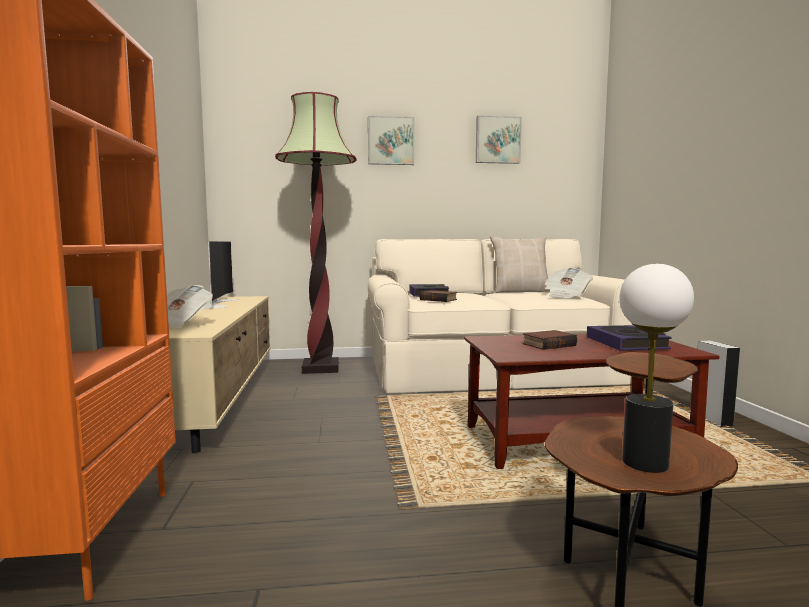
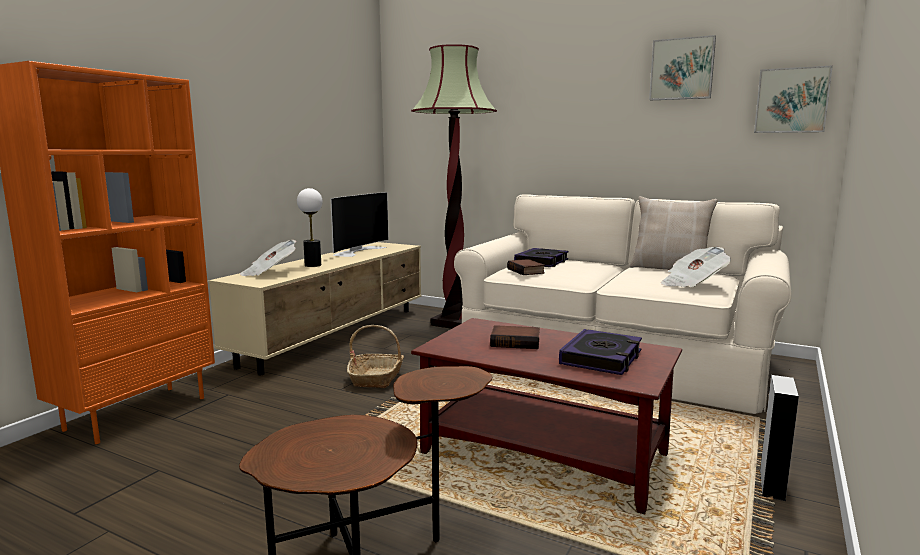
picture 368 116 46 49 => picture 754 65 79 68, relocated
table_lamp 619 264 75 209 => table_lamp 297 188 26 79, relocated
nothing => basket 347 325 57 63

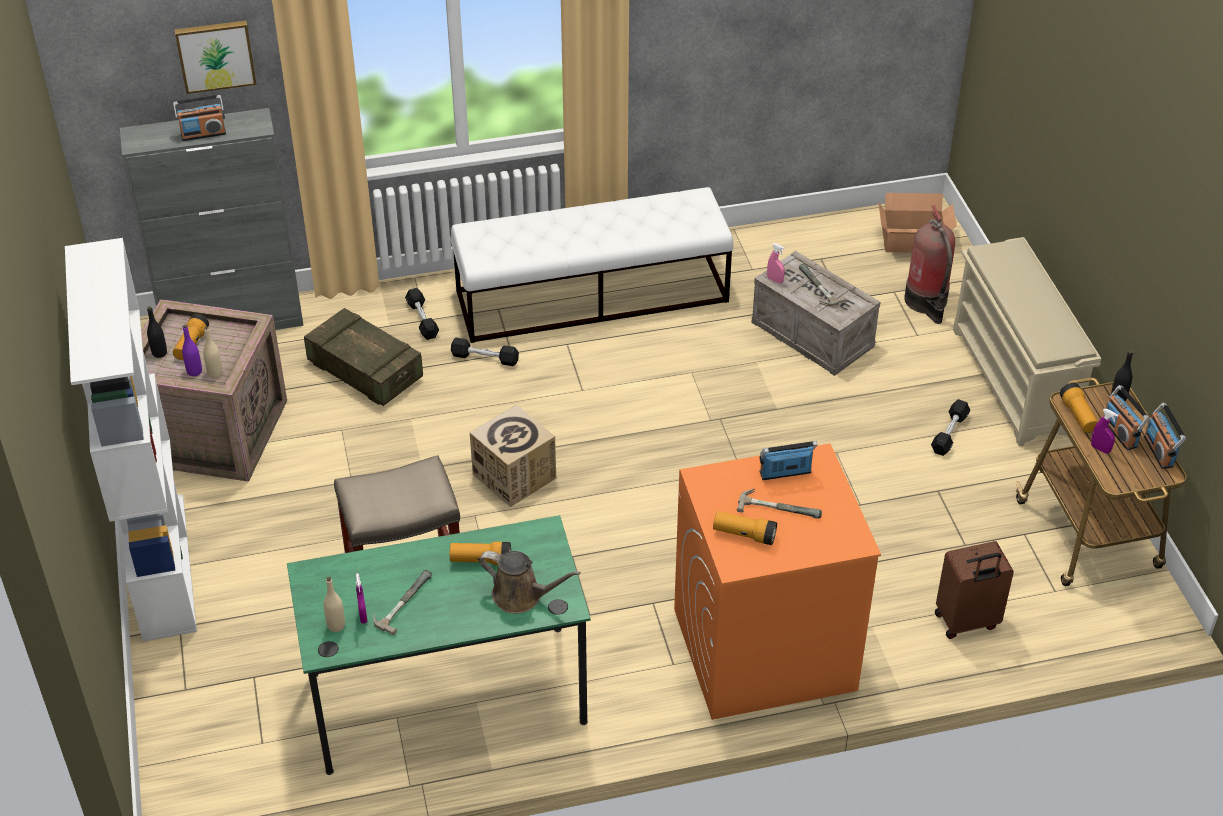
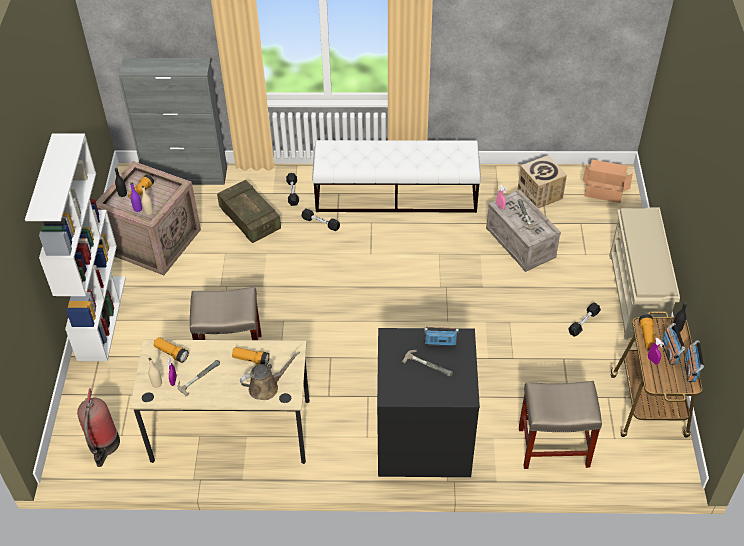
radio 173 95 53 46 => nothing
picture 175 21 82 73 => nothing
green_desk 287 515 304 260 => beige_desk 130 340 180 124
cardboard_box 470 405 86 102 => cardboard_box 518 155 49 54, relocated
brown_watering_can 479 551 102 63 => brown_watering_can 240 352 60 48, 60 degrees counterclockwise
orange_washing_machine 674 443 207 277 => black_washing_machine 377 328 103 149
flashlight 713 511 64 34 => flashlight 153 337 36 26, relocated
fire_extinguisher 904 205 51 119 => fire_extinguisher 77 388 43 79, relocated
brown_suitcase 935 541 79 98 => beige_stool 519 381 83 88

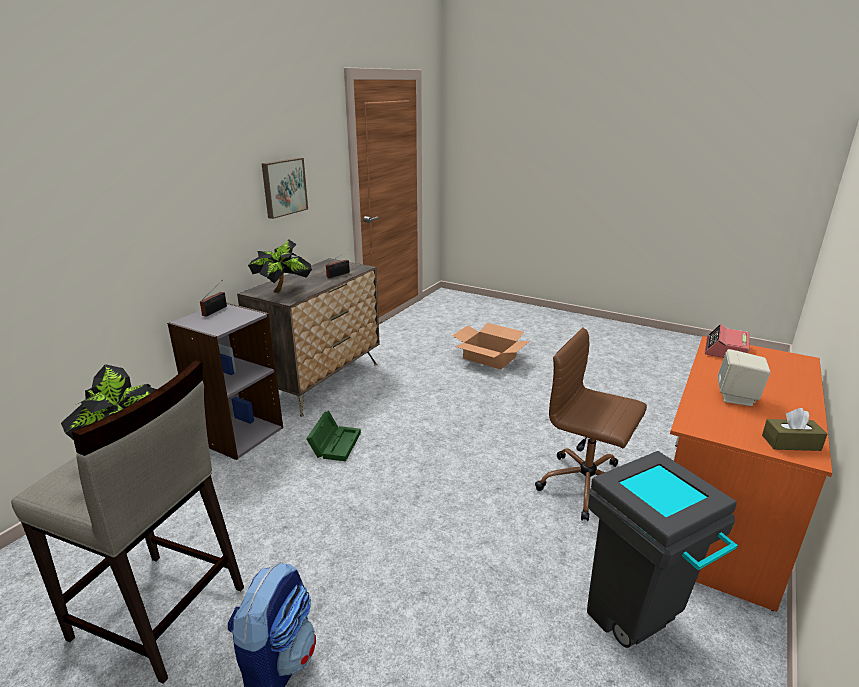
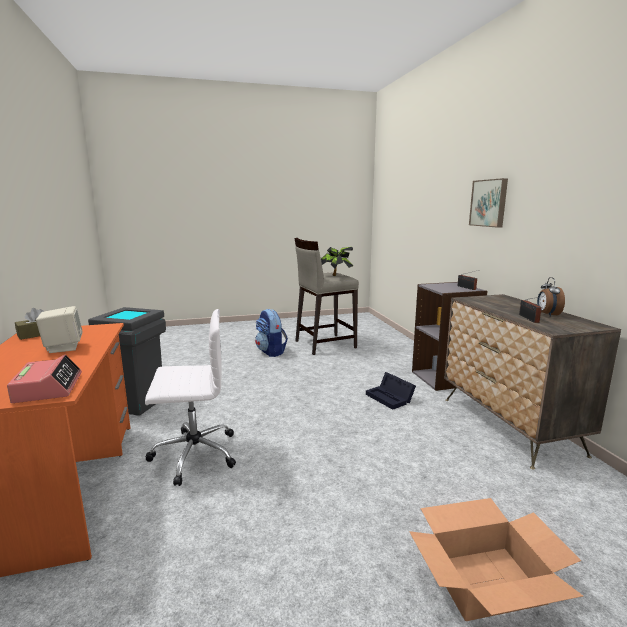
potted_plant 248 240 64 53 => nothing
picture 262 158 46 61 => picture 469 178 39 50, relocated
green_storage_box 306 411 55 50 => black_storage_box 366 372 50 38
brown_office_chair 535 328 112 193 => white_office_chair 145 309 91 177
nothing => alarm_clock 537 277 28 40

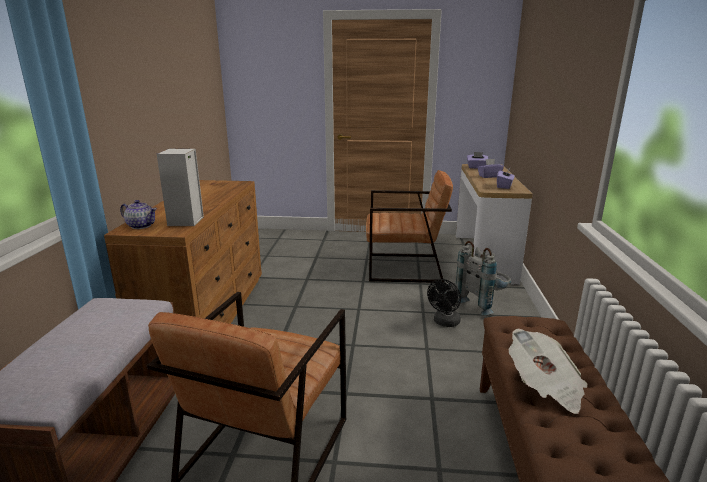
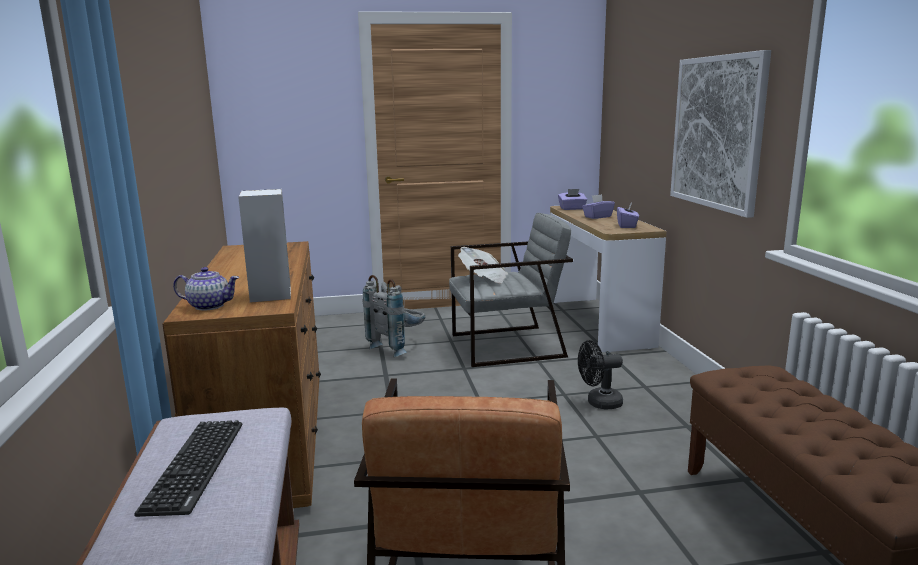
brown_armchair 366 170 87 113 => grey_armchair 449 213 124 154
black_fan 427 279 34 48 => black_fan 578 340 45 70, 60 degrees clockwise
grey_backpack 456 241 55 75 => grey_backpack 362 275 63 83, relocated
newspaper 508 328 80 86 => newspaper 458 247 50 36, relocated
nothing => keyboard 134 420 108 97
nothing => picture 670 50 101 168

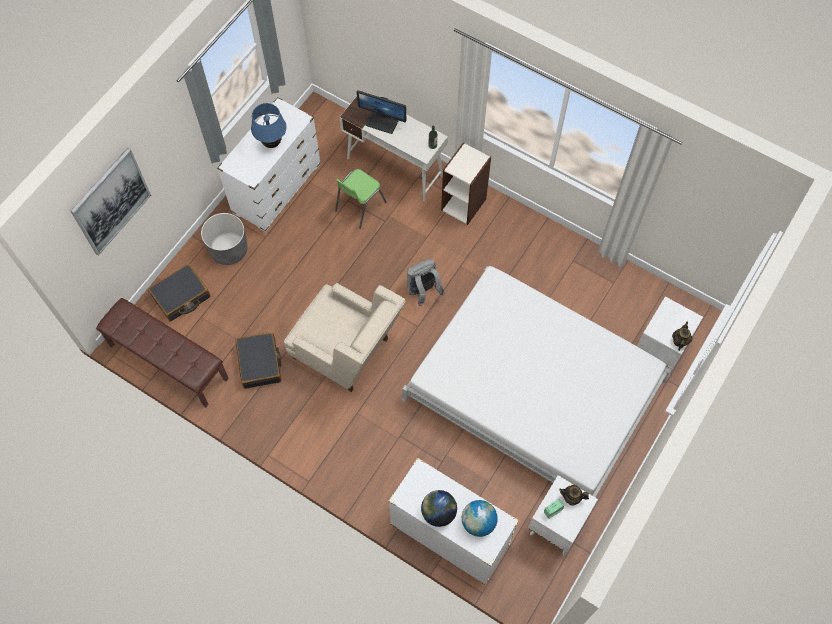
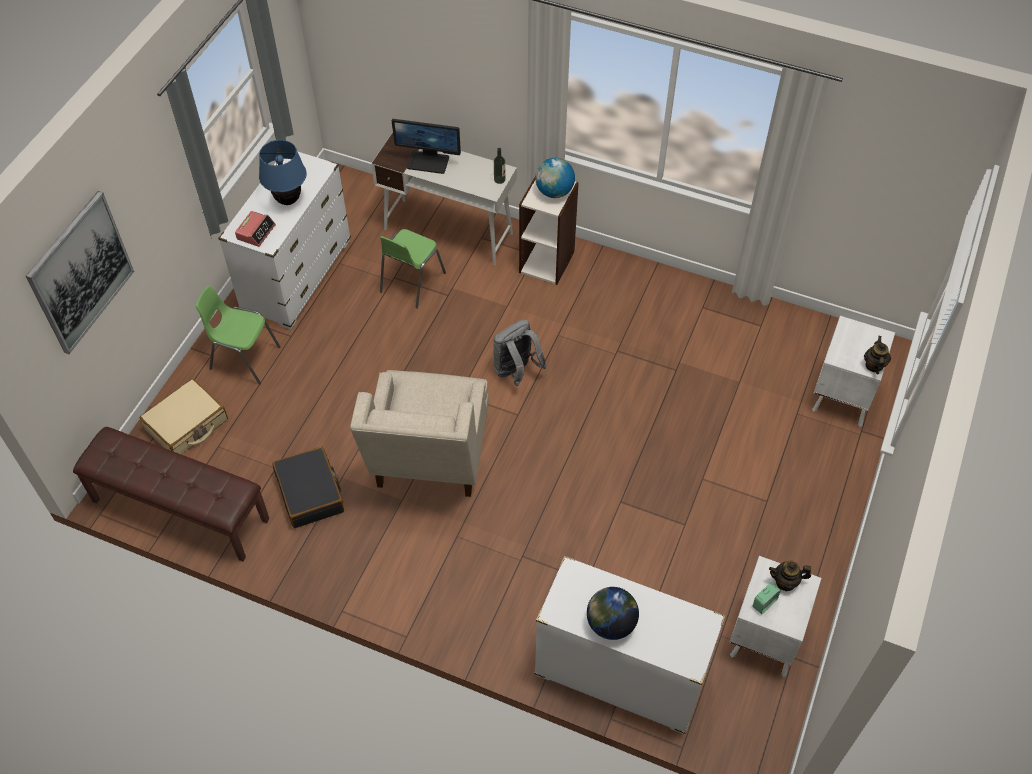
black_suitcase 148 264 63 57 => beige_suitcase 140 379 88 75
grey_planter 201 213 47 52 => green_chair 195 286 86 99
beige_armchair 284 283 122 109 => beige_armchair 350 370 138 127, 75 degrees clockwise
white_bed 401 266 271 247 => nothing
globe 462 500 36 37 => globe 535 158 40 40, relocated
nothing => alarm_clock 235 211 41 36

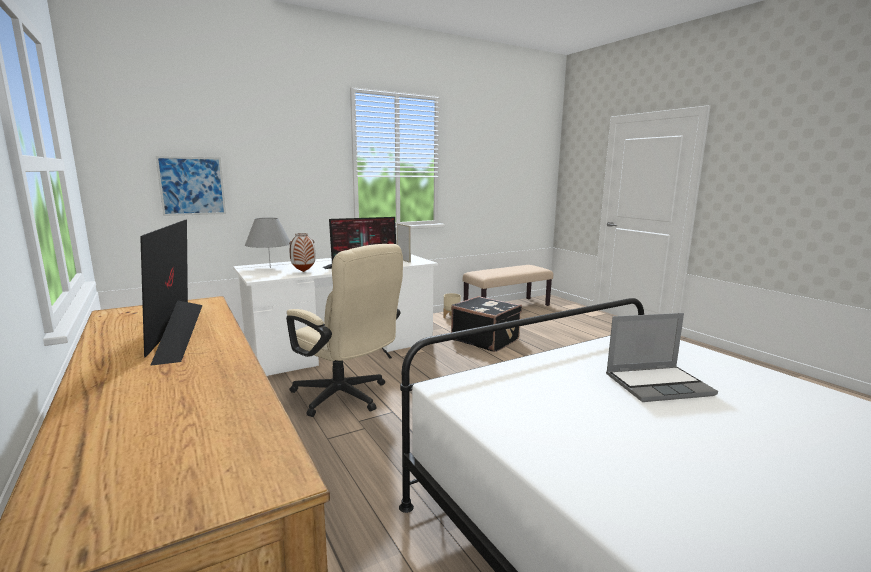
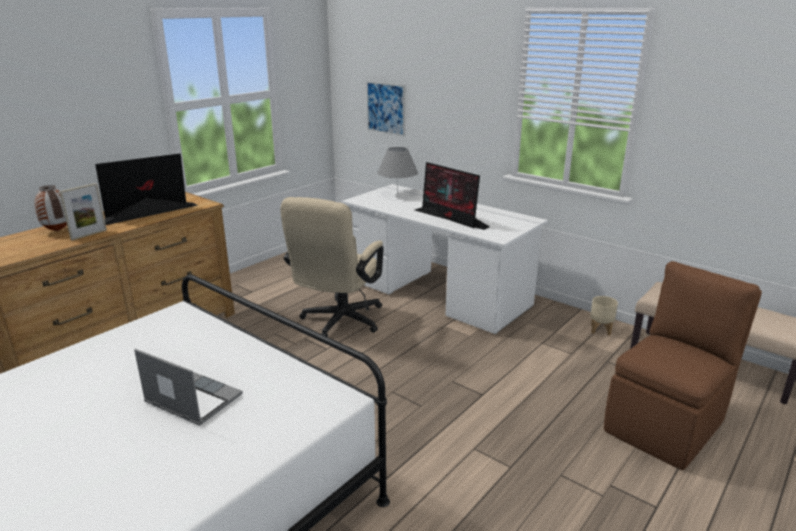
vase 289 233 26 39 => vase 34 185 33 46, relocated
picture_frame 397 223 14 40 => picture_frame 59 183 48 57, relocated
black_suitcase 451 296 71 56 => nothing
laptop 606 313 112 89 => laptop 134 349 109 77, 150 degrees clockwise
nothing => brown_chair 604 261 158 209

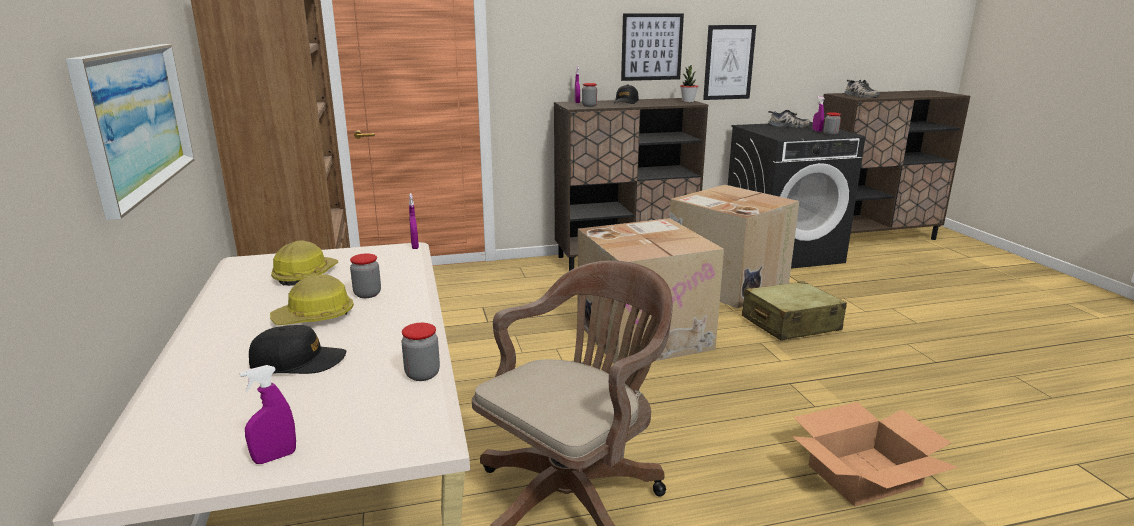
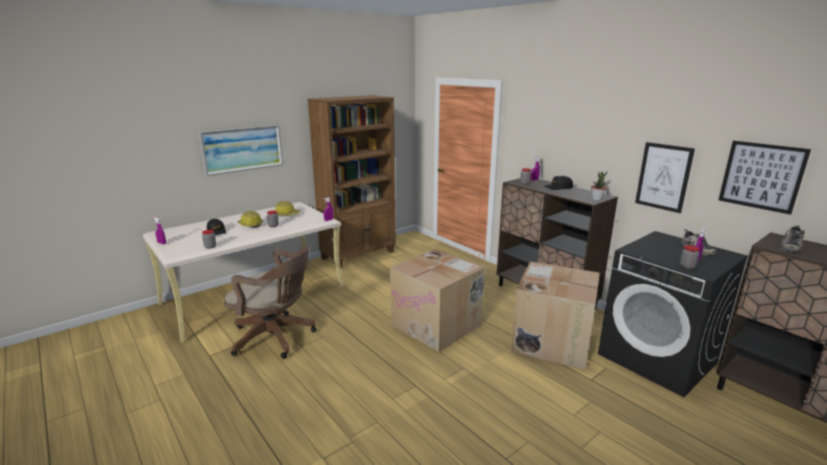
picture 621 13 63 68 => picture 719 141 92 74, relocated
beige_suitcase 742 281 105 60 => nothing
cardboard_box 792 402 166 104 => nothing

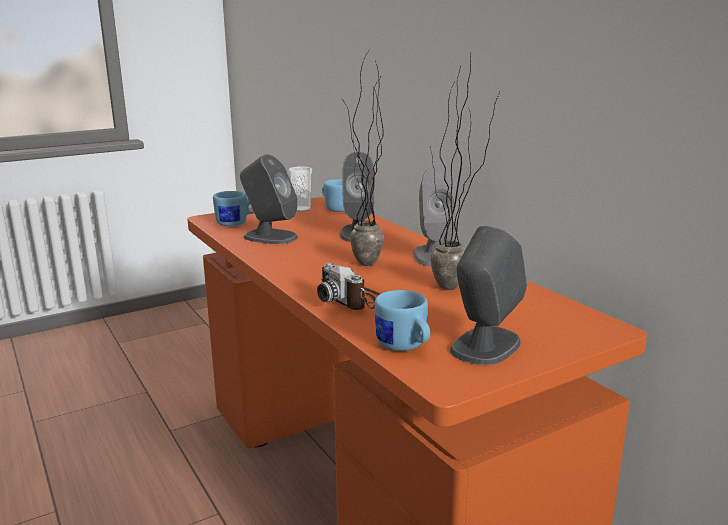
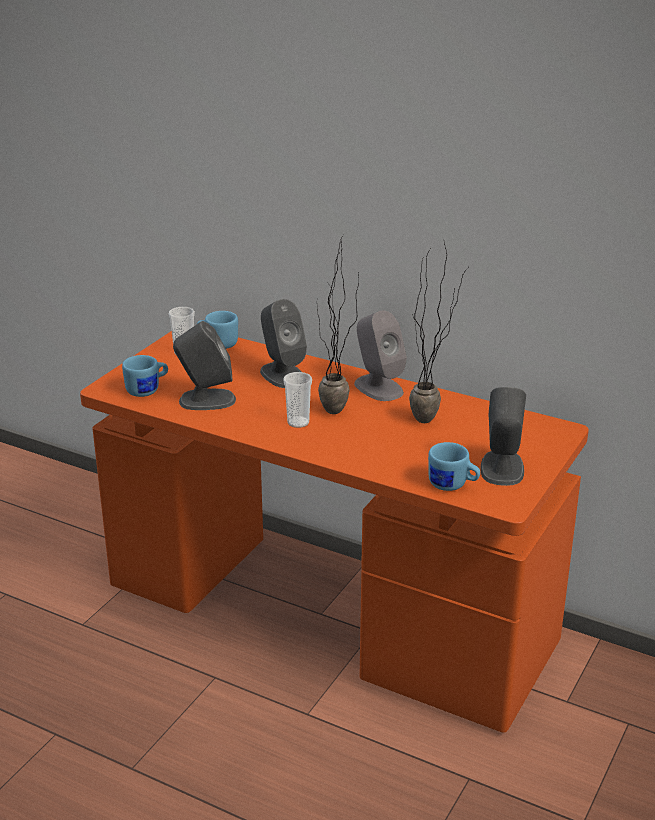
photo_camera 317 263 63 47 => nothing
nothing => cup 283 372 29 56

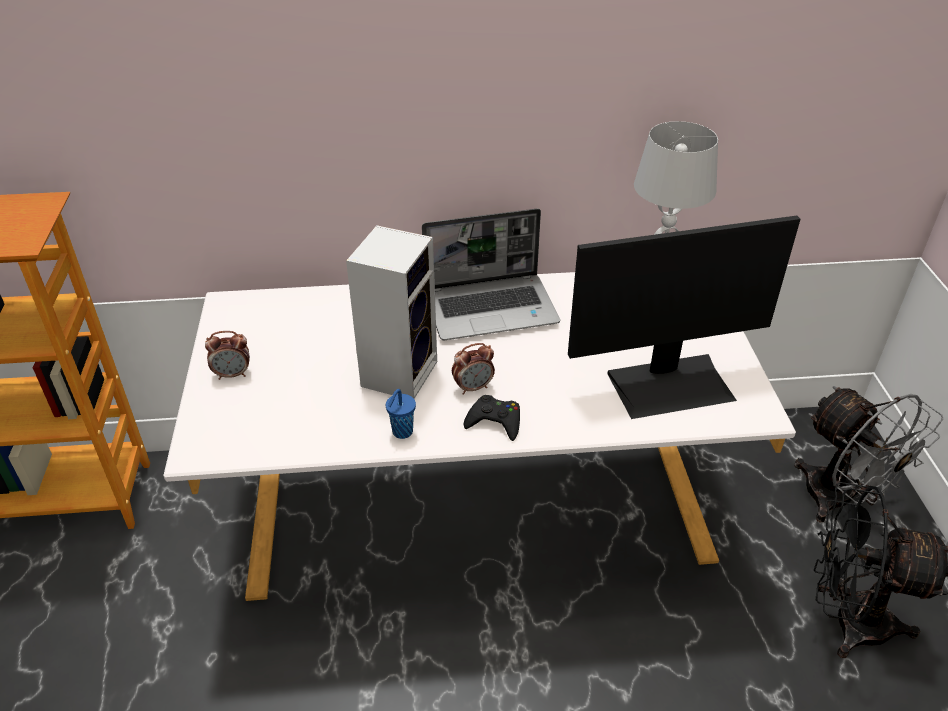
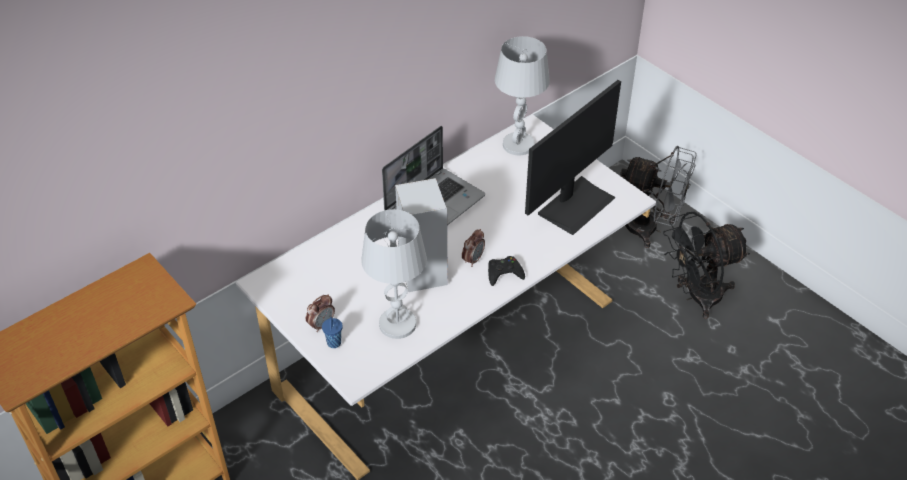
blue_cup 386 389 30 50 => blue_cup 322 317 21 31, relocated
nothing => white_table_lamp 361 209 66 130

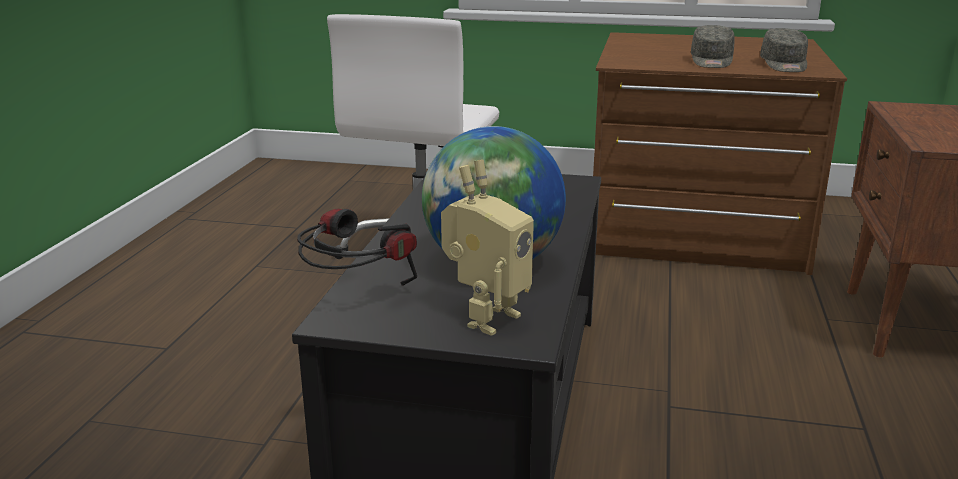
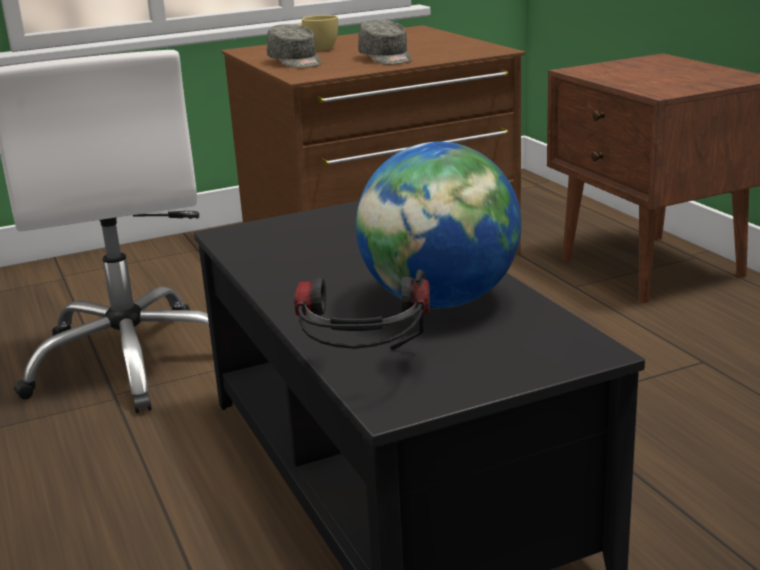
toy_robot 441 160 93 176 => nothing
grey_cap 760 28 48 44 => grey_cap 267 24 54 44, relocated
nothing => yellow_cup 298 15 40 36

